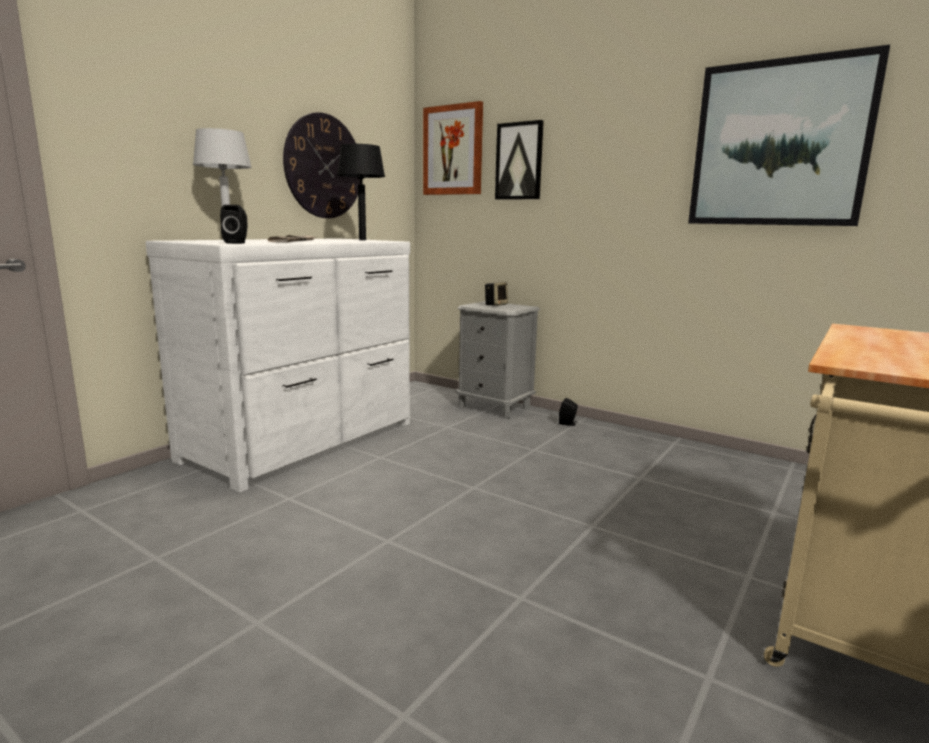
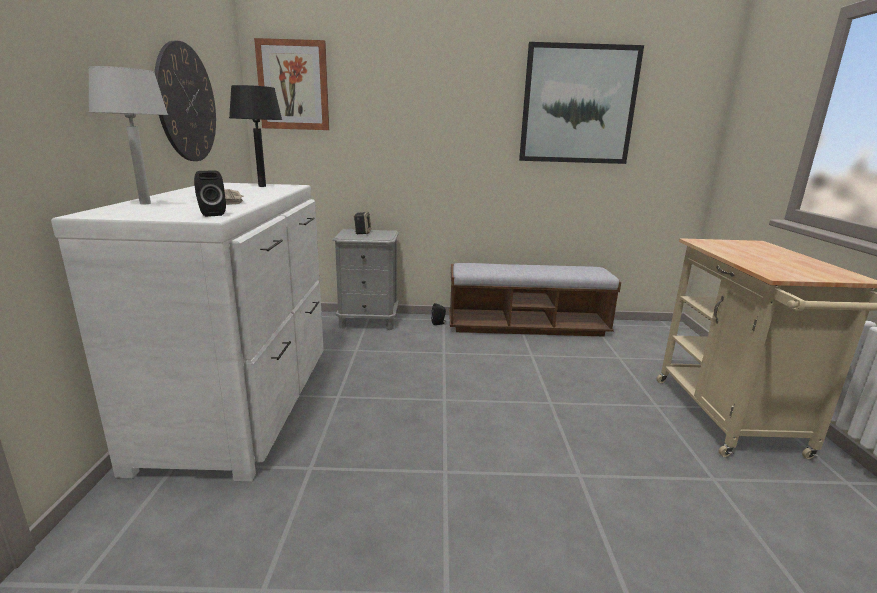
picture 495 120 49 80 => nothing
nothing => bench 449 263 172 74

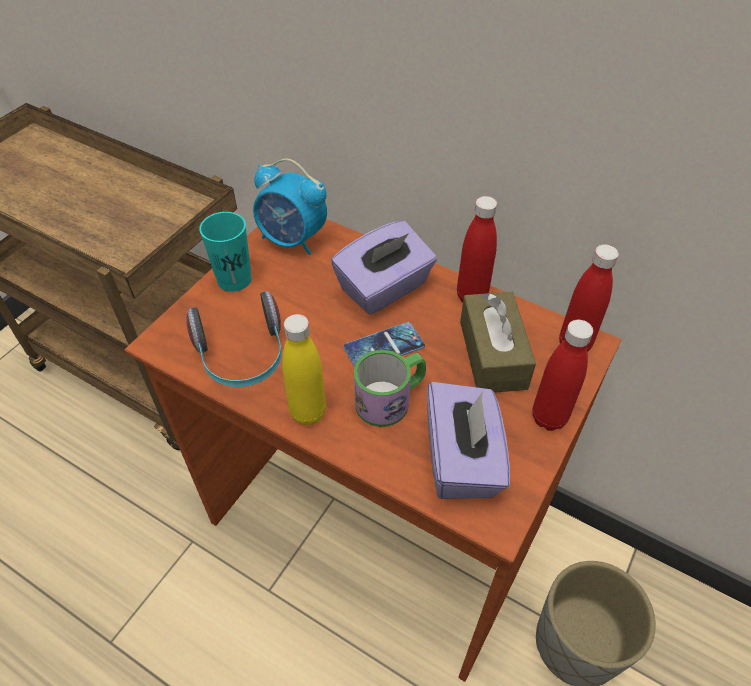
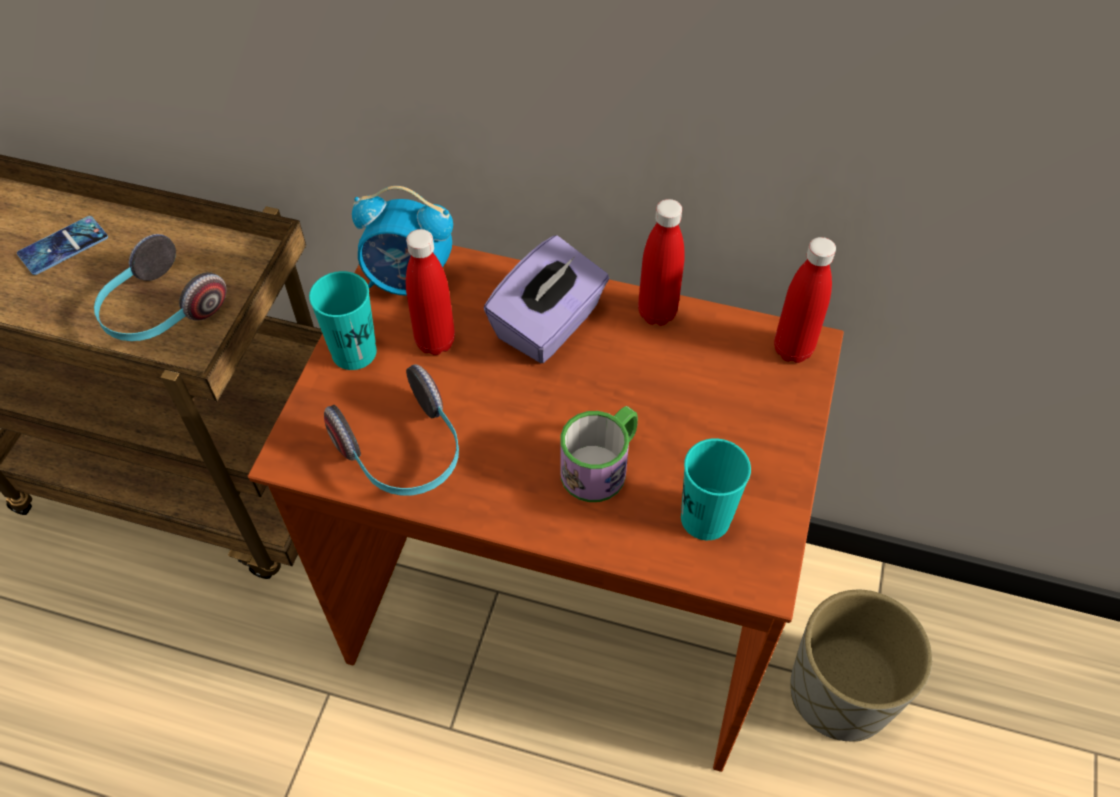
yellow_bottle 282 314 44 111 => nothing
phone 343 322 82 45 => phone 17 216 91 59, relocated
purple_tissue_box 427 382 83 117 => turquoise_cup 681 438 70 102
brown_tissue_box 460 292 76 101 => nothing
red_bottle 533 320 60 111 => red_bottle 406 229 49 126, relocated
nothing => headphones 94 234 133 107

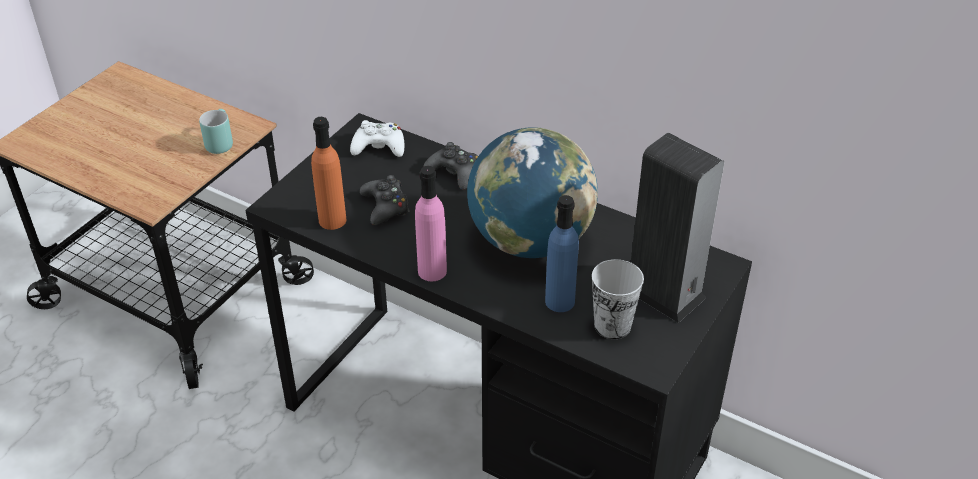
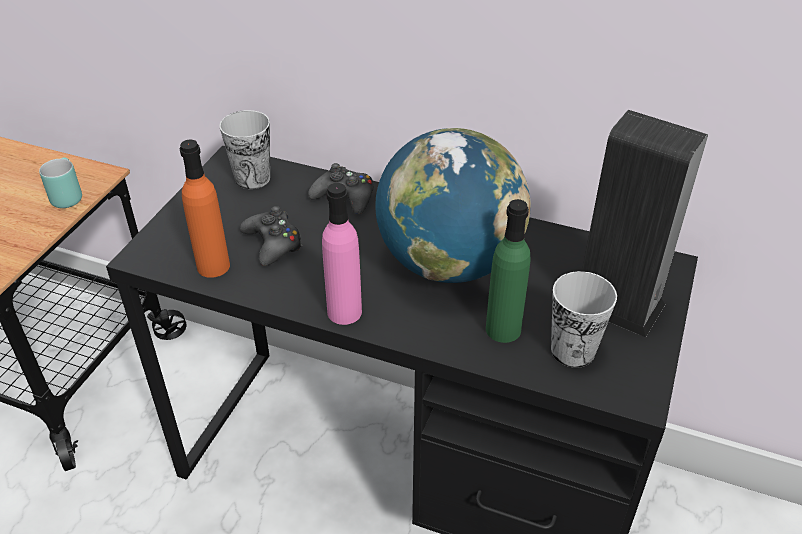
white_game_controller 350 120 54 37 => cup 219 110 51 79
blue_bottle 545 195 34 117 => green_bottle 486 199 45 144

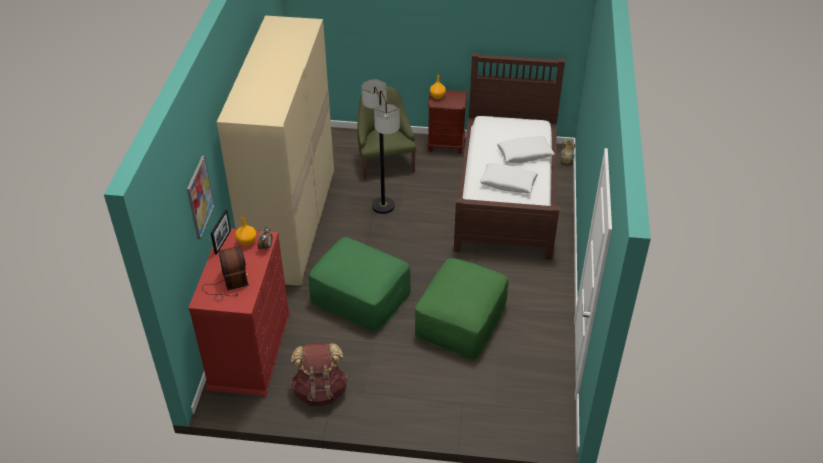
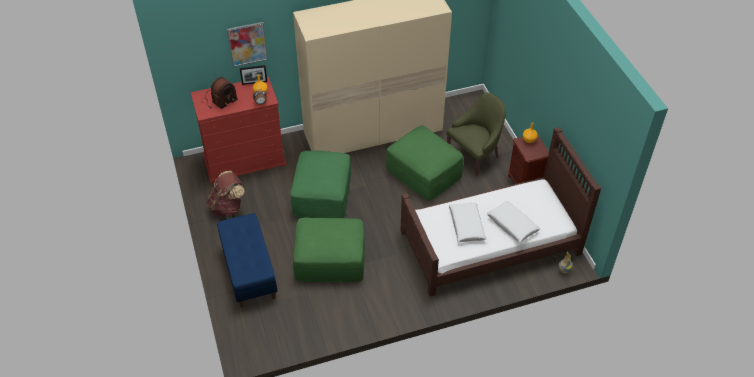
floor_lamp 362 80 38 134 => green_ottoman 386 126 78 74
nothing => blue_bench 217 213 60 95

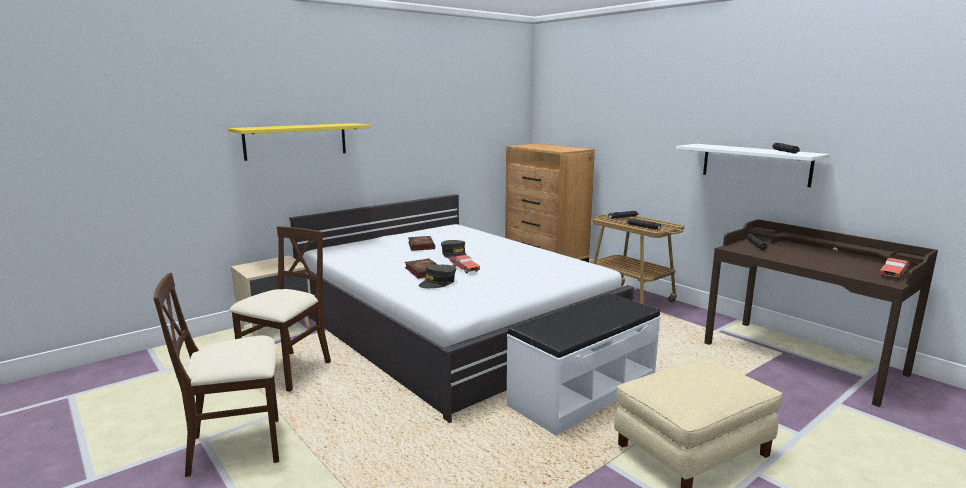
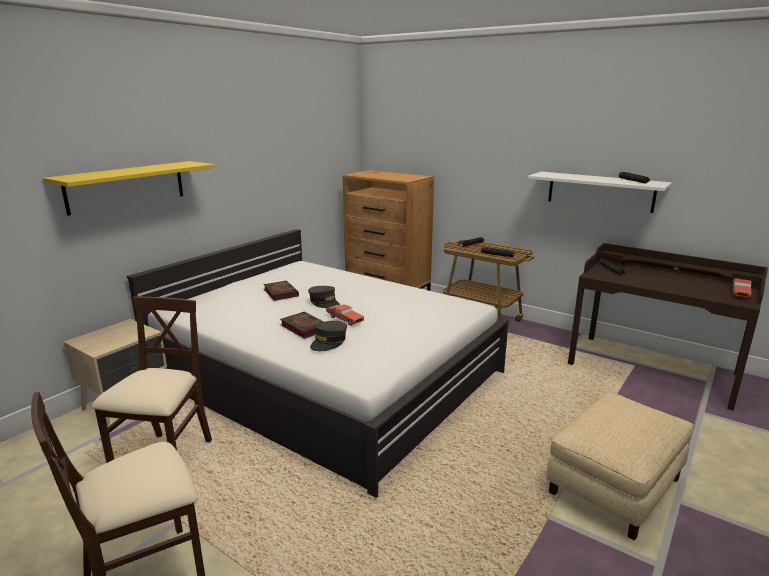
white_bench 506 294 155 142 => nothing

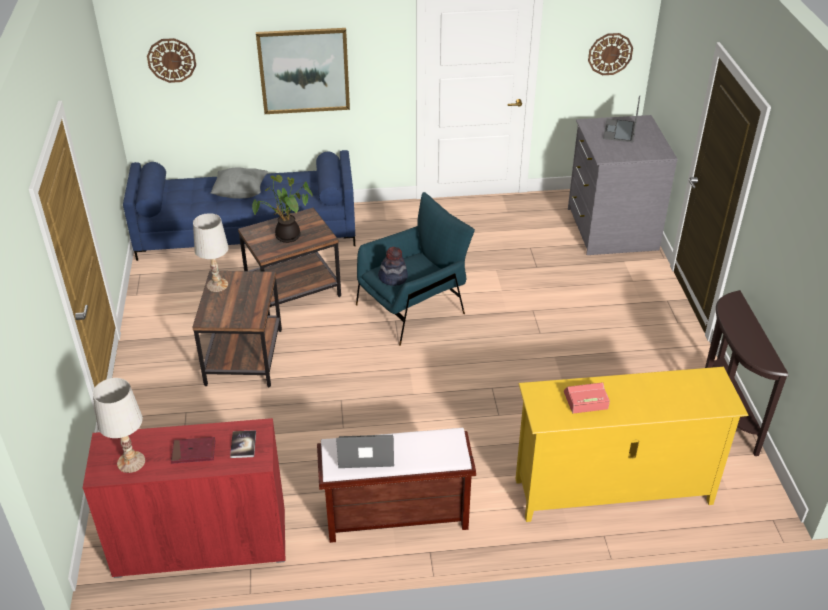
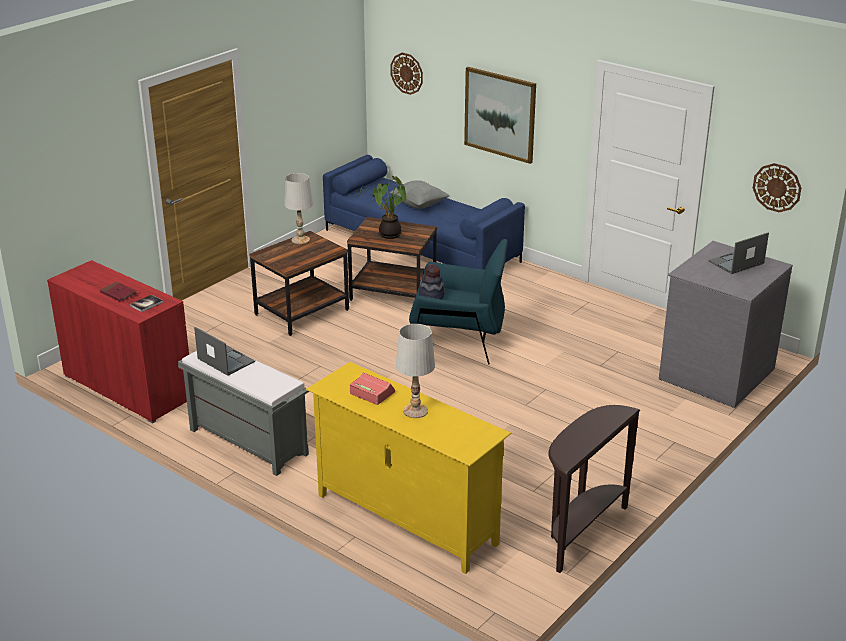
white_table_lamp 93 378 52 95 => white_table_lamp 396 324 39 94, relocated
brown_bench 317 428 159 115 => grey_bench 178 351 131 125

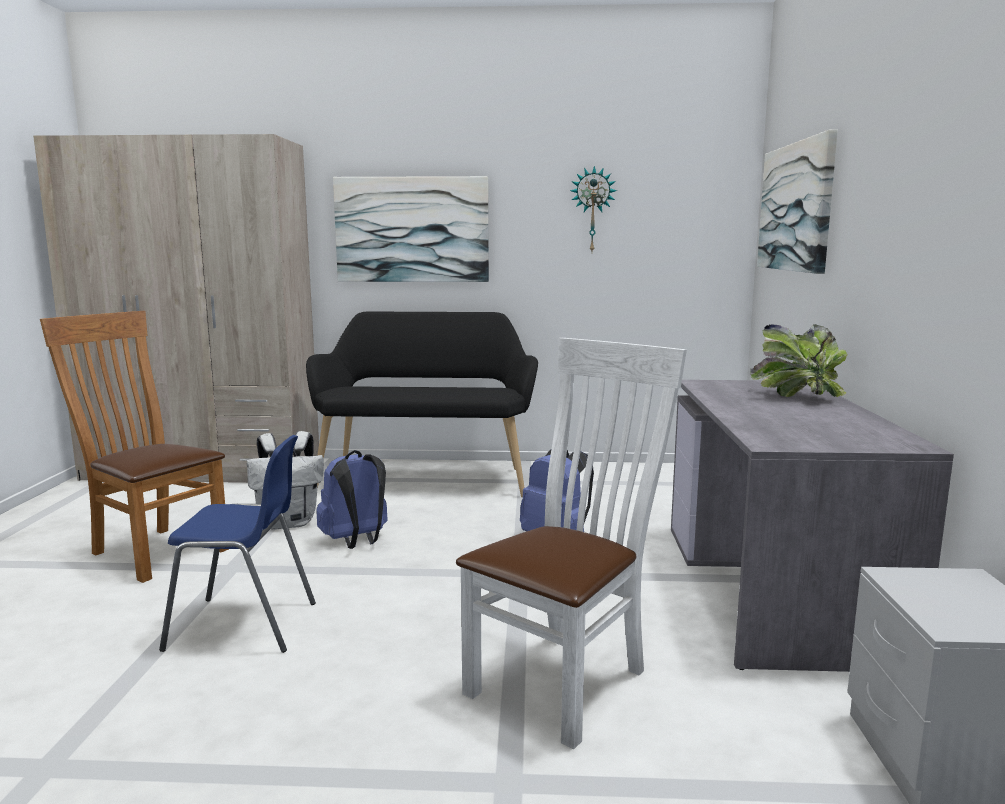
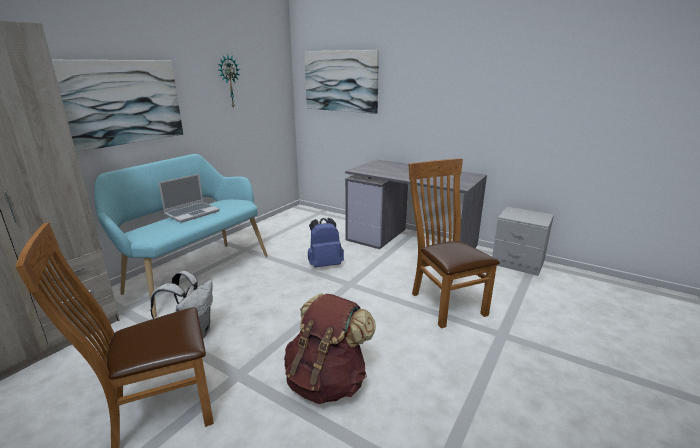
blue_chair 159 435 157 218 => brown_backpack 284 293 92 111
black_bench 306 312 232 185 => turquoise_bench 94 154 174 163
blue_backpack 316 450 72 99 => nothing
white_chair 456 338 231 411 => brown_chair 408 158 92 170
potted_plant 750 324 98 73 => nothing
nothing => laptop 158 174 62 49

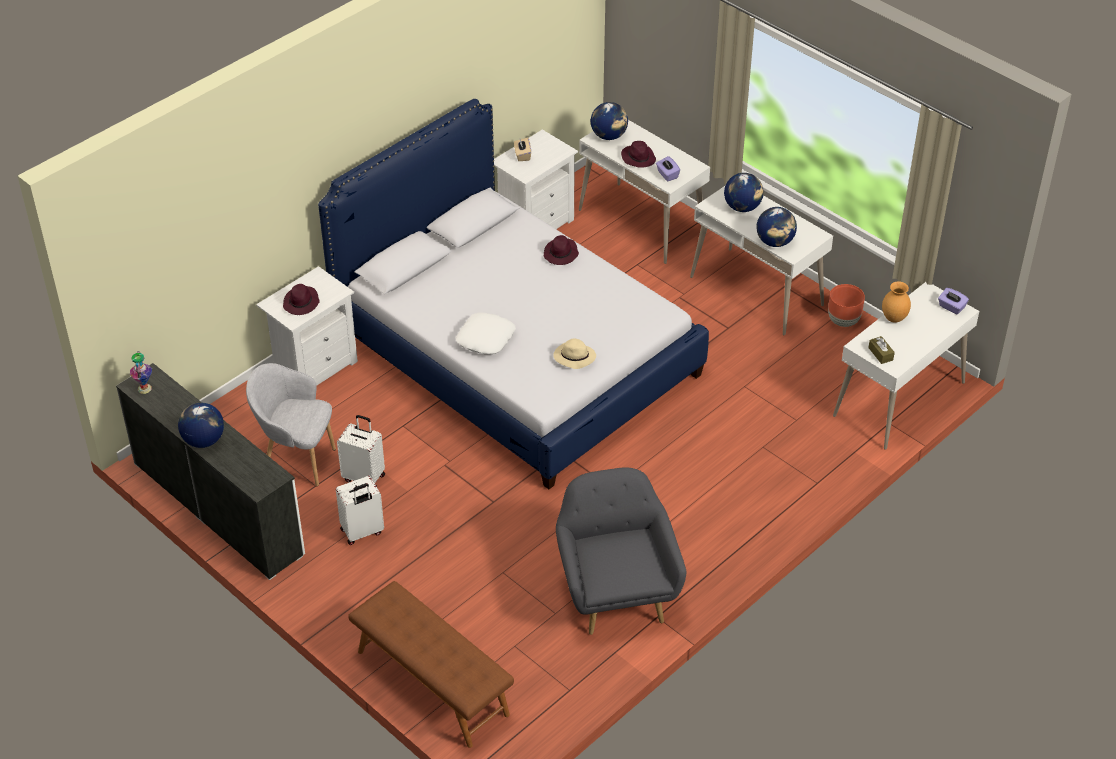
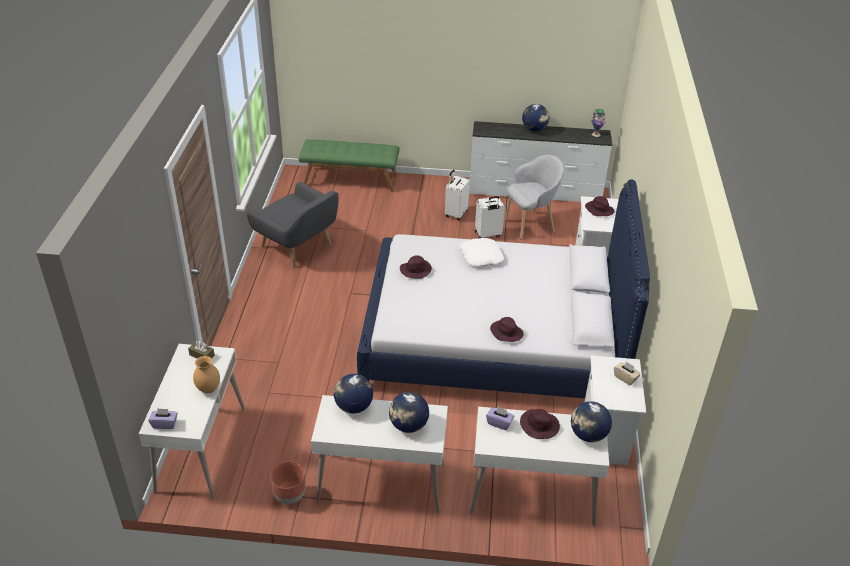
brown_bench 348 581 166 167 => green_bench 299 140 101 52
beige_hat 553 339 43 30 => purple_hat 400 255 32 24

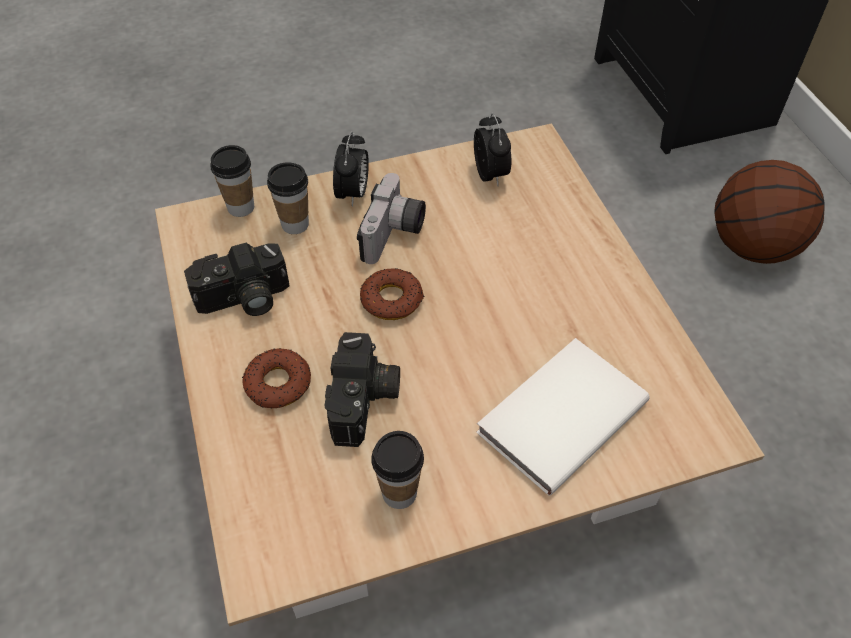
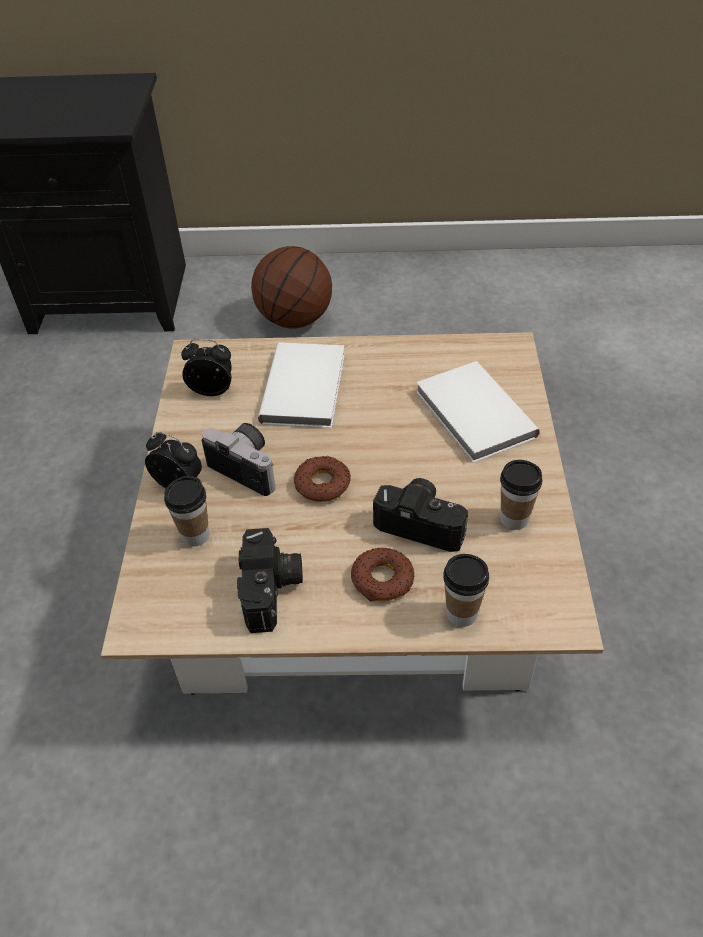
cup 210 145 44 72 => cup 443 554 46 73, relocated
nothing => white_book 258 342 87 86

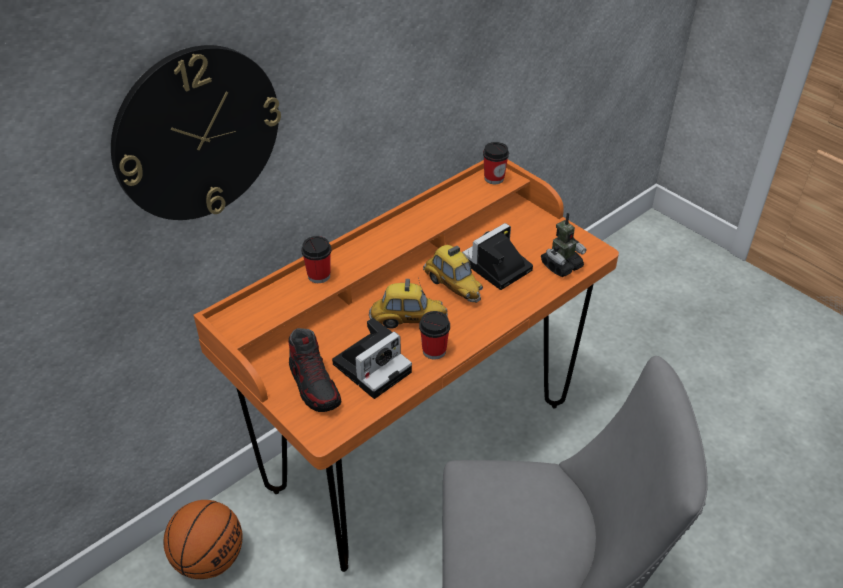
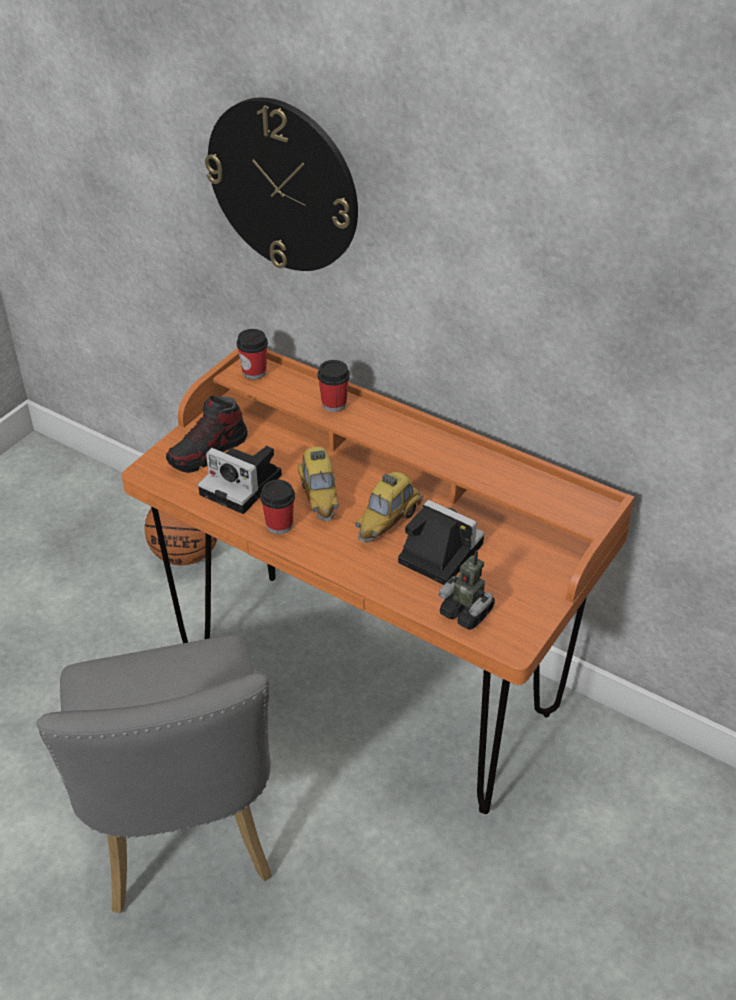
cup 483 142 26 42 => cup 236 329 32 51, relocated

